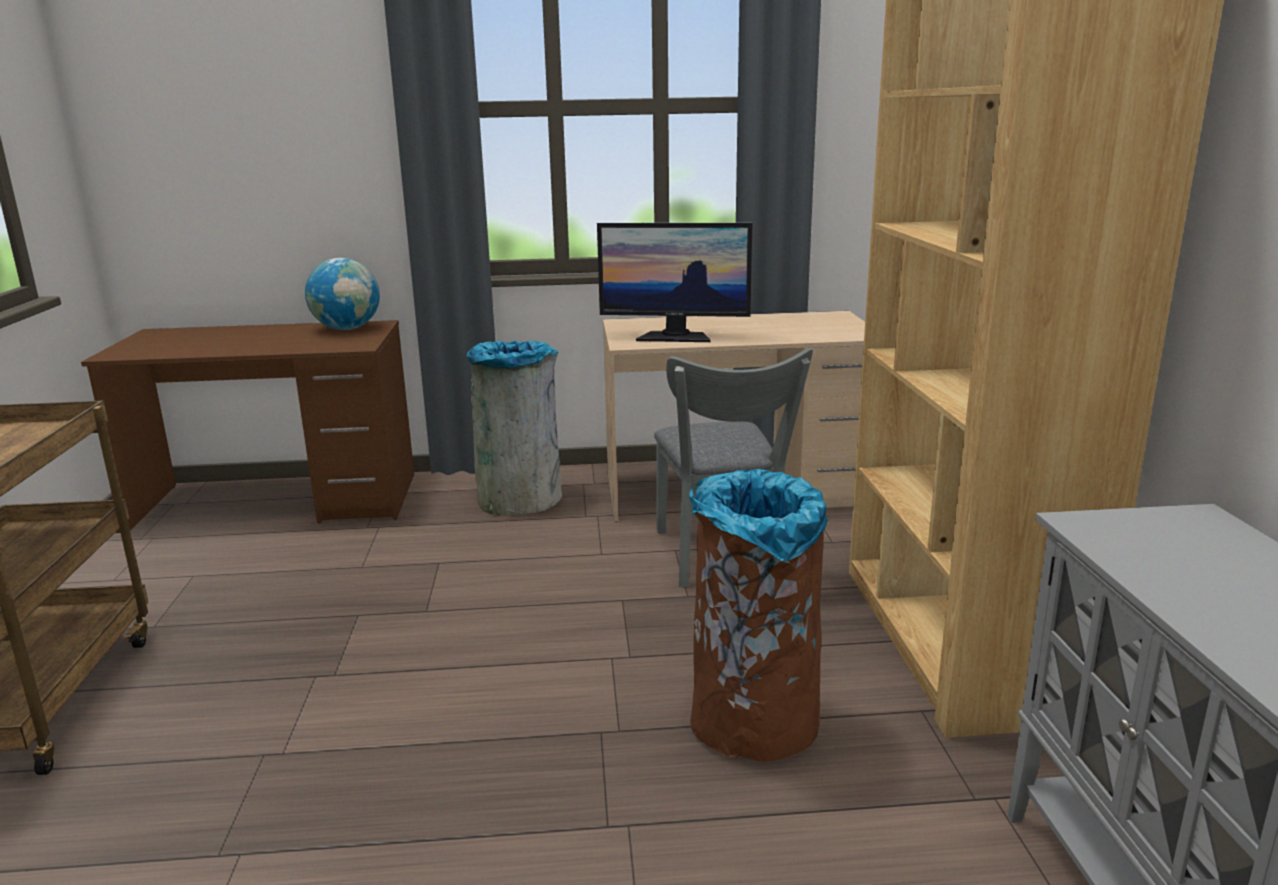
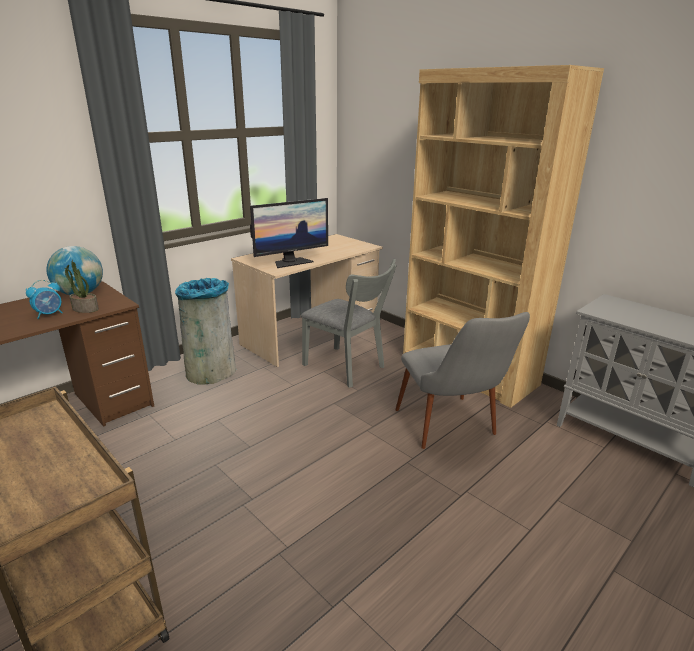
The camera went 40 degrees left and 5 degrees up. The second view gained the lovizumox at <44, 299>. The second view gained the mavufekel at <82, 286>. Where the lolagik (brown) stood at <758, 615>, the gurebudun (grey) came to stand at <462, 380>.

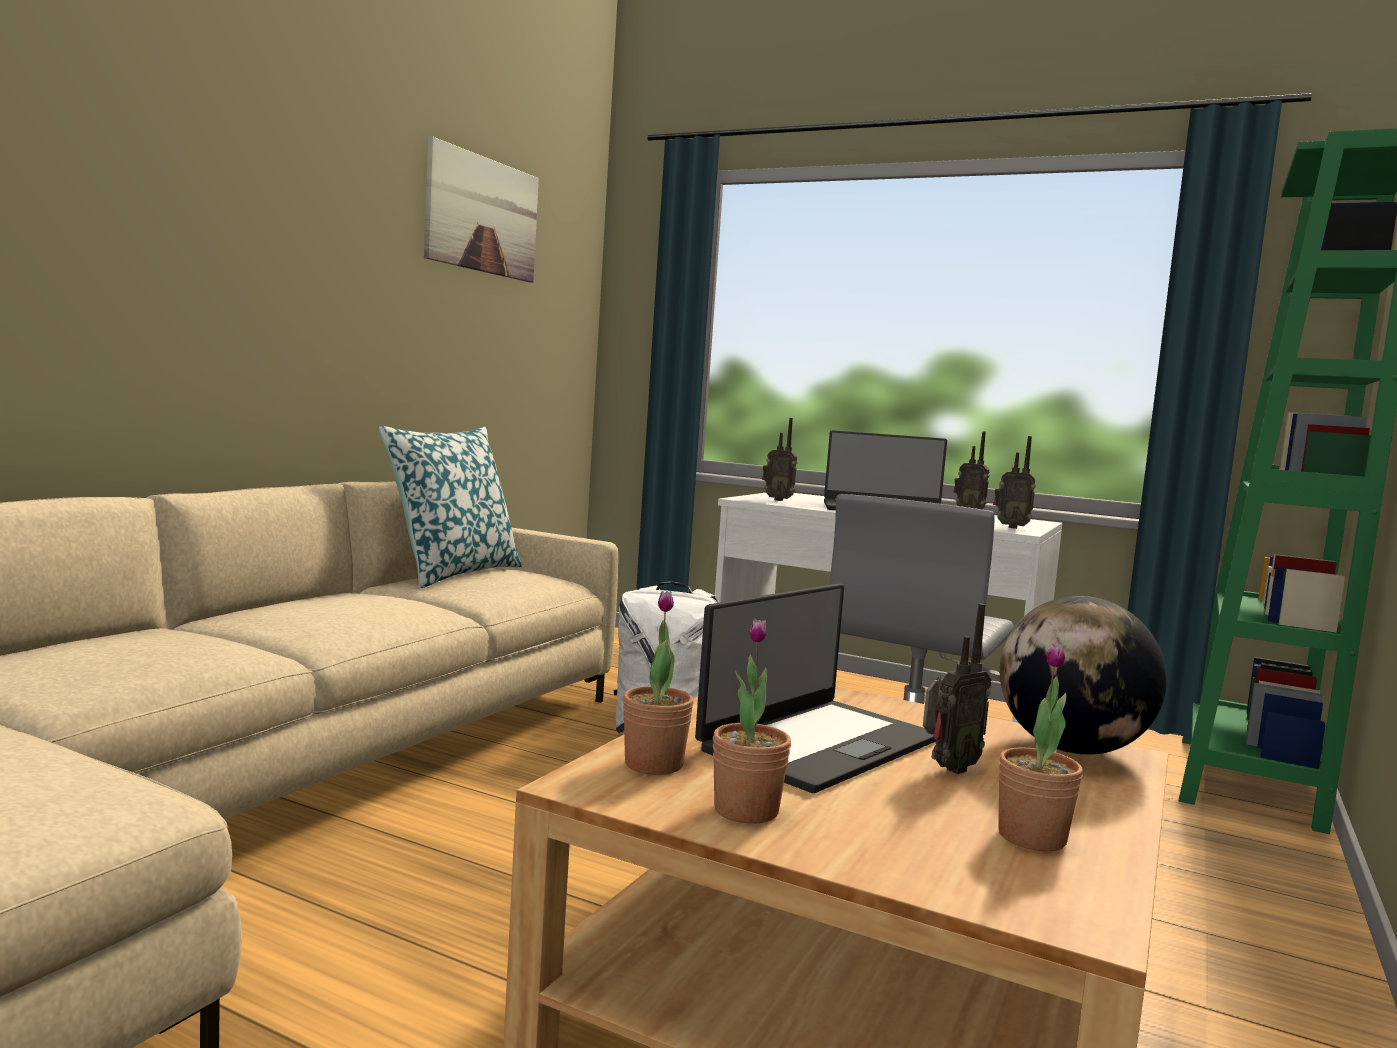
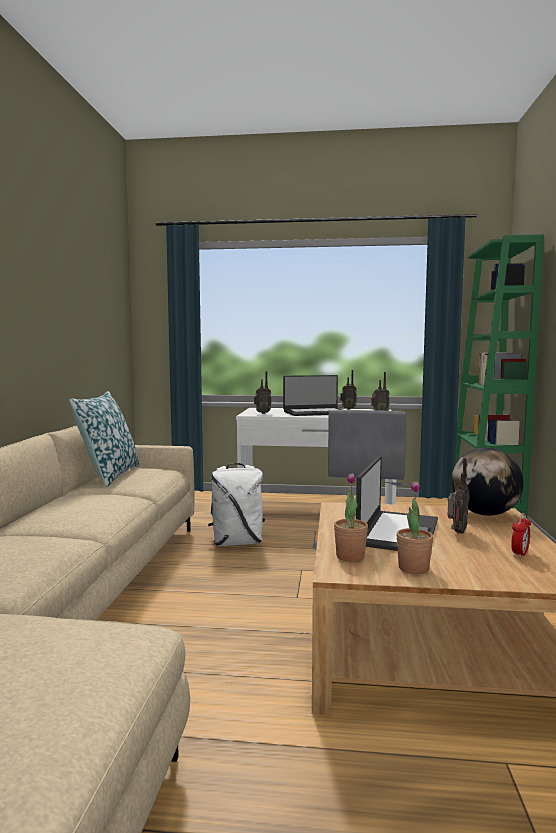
The camera went 20 degrees left and 0 degrees up. Where the mavufekel stood at <1040, 747>, the lovizumox came to stand at <521, 535>. The second view lost the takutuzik at <481, 209>.

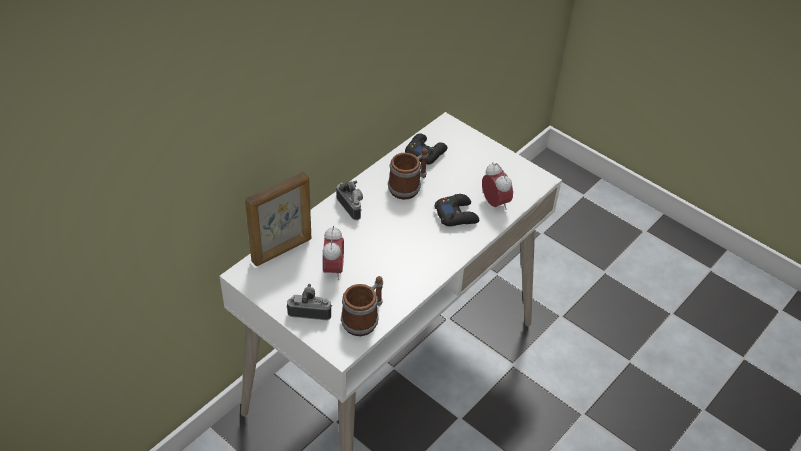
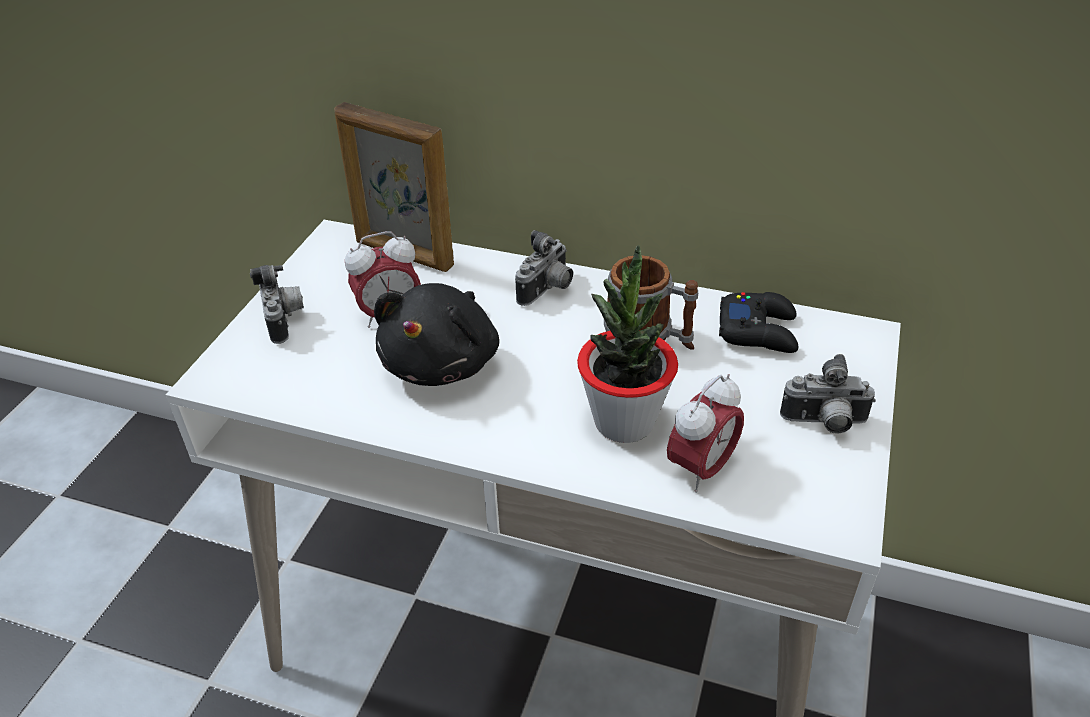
The camera went 70 degrees right and 5 degrees down. The second view gained the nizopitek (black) at <436, 334>. Where the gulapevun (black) stood at <457, 210>, the mavufekel came to stand at <627, 344>. The second view gained the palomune at <828, 394>. The second view lost the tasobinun at <362, 306>.

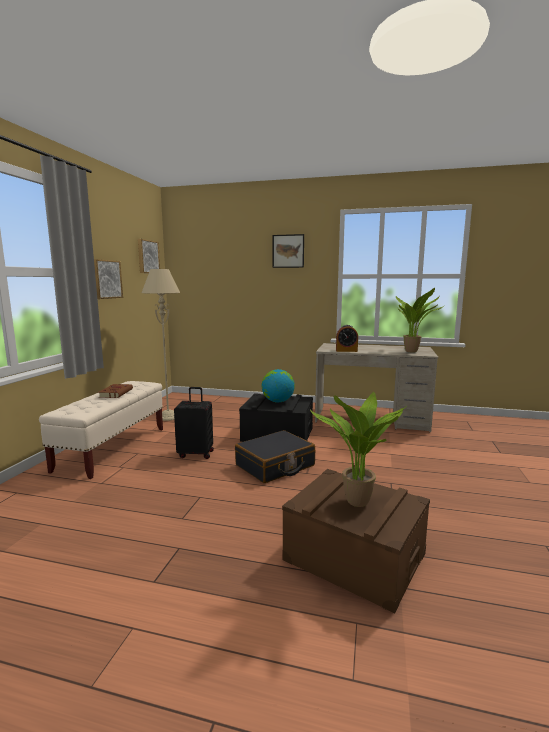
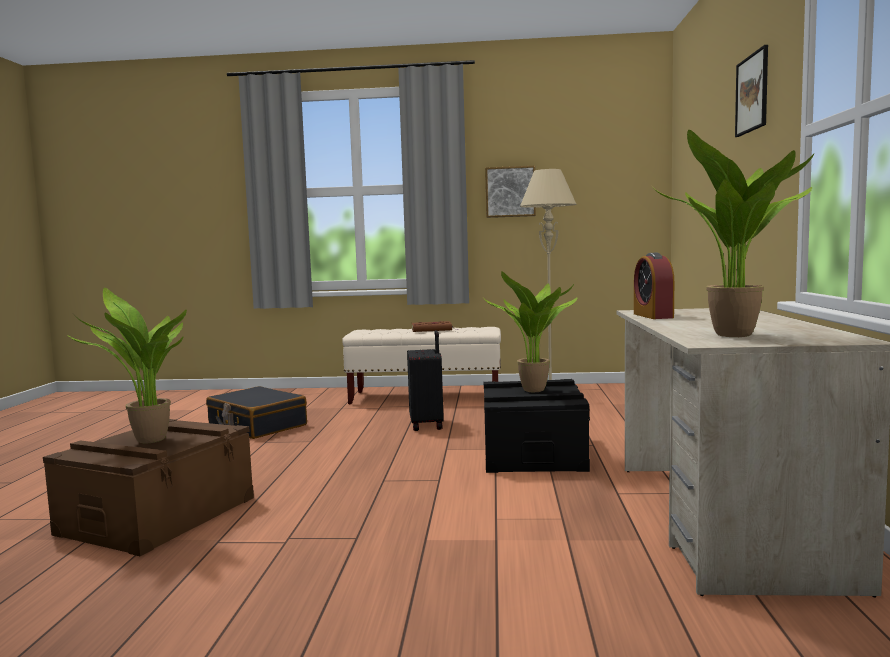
The camera went 80 degrees right and 5 degrees down. The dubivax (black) ended up elsewhere, having gone from <275, 456> to <256, 412>. Where the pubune stood at <278, 386>, the mavufekel came to stand at <530, 331>. The second view lost the takutuzik at <149, 256>.

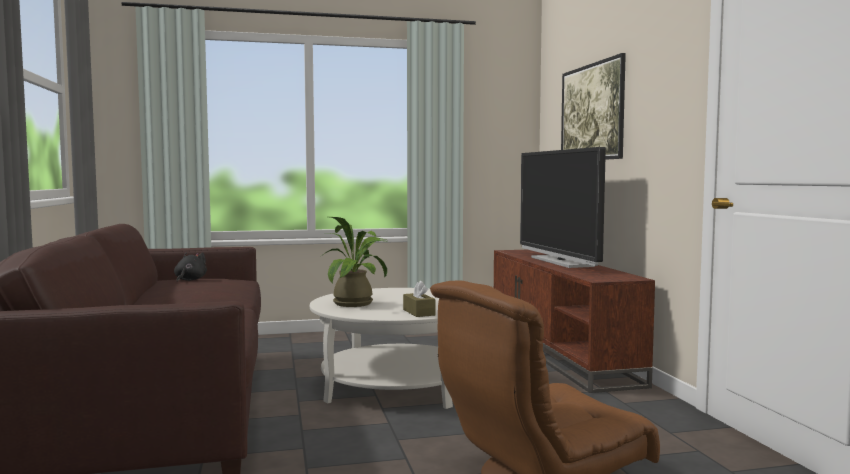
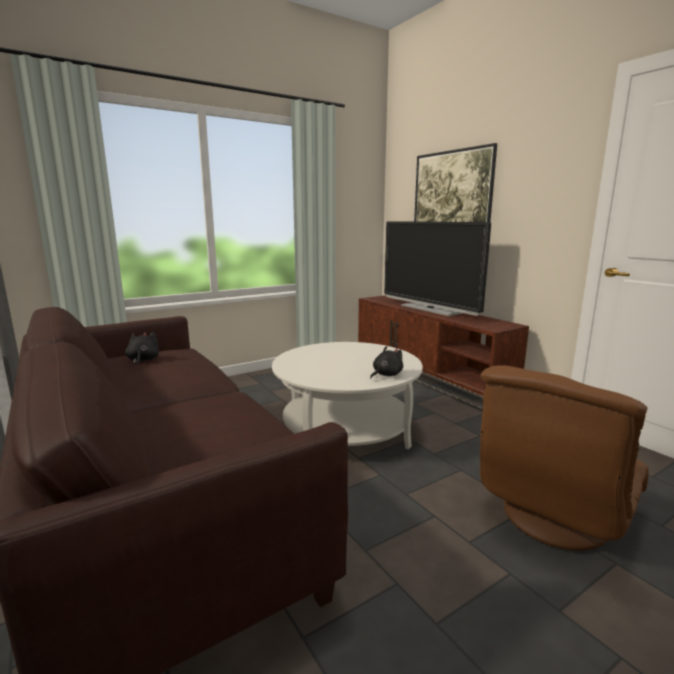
The camera went 20 degrees left and 10 degrees up. Where the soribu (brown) stood at <419, 299>, the nizopitek (black) came to stand at <386, 362>. The second view lost the mavufekel at <353, 262>.

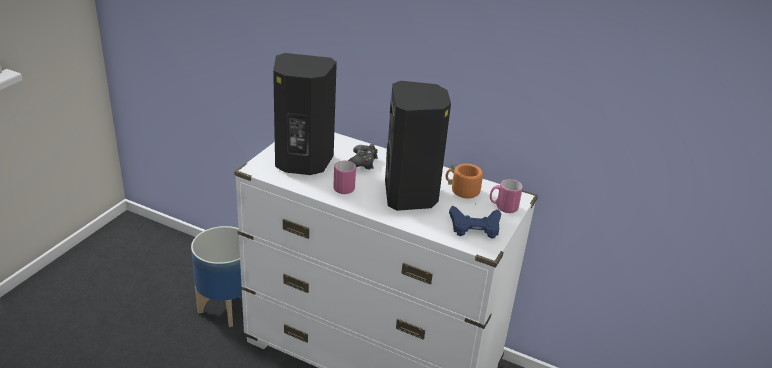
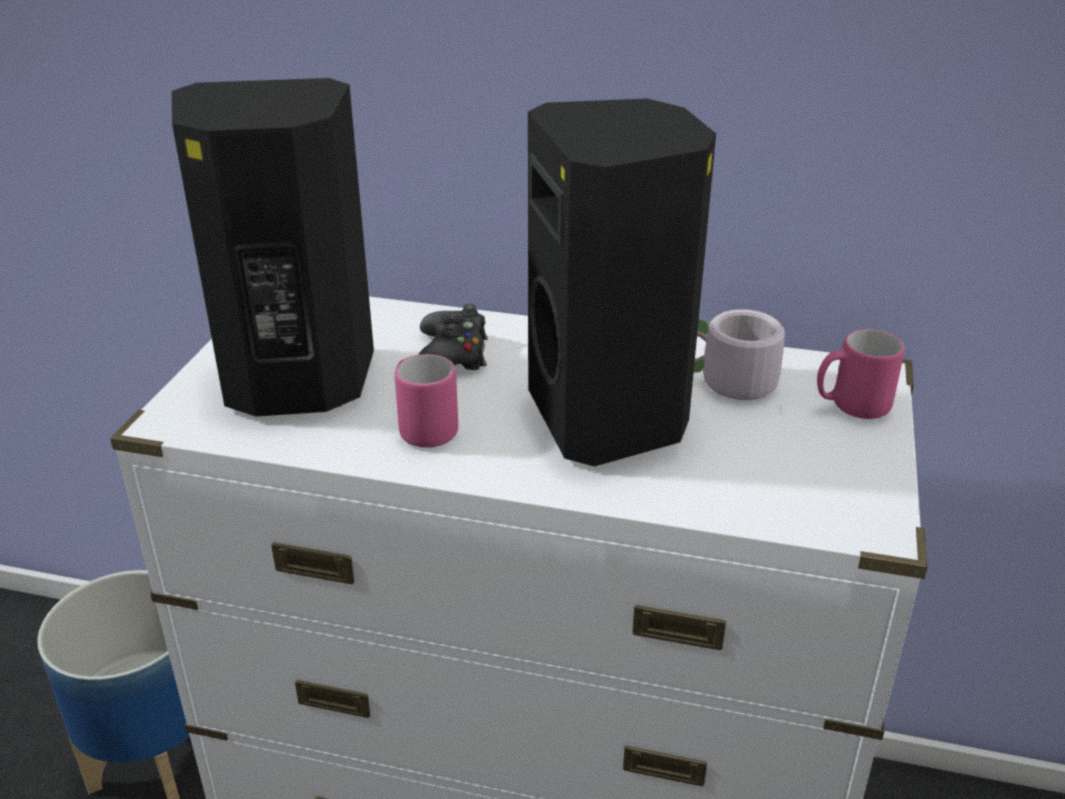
The camera went 10 degrees left and 0 degrees up. What was the tasobinun (orange) at <464, 183> turned into the tasobinun (grey) at <739, 361>. The second view lost the gulapevun (blue) at <475, 222>.

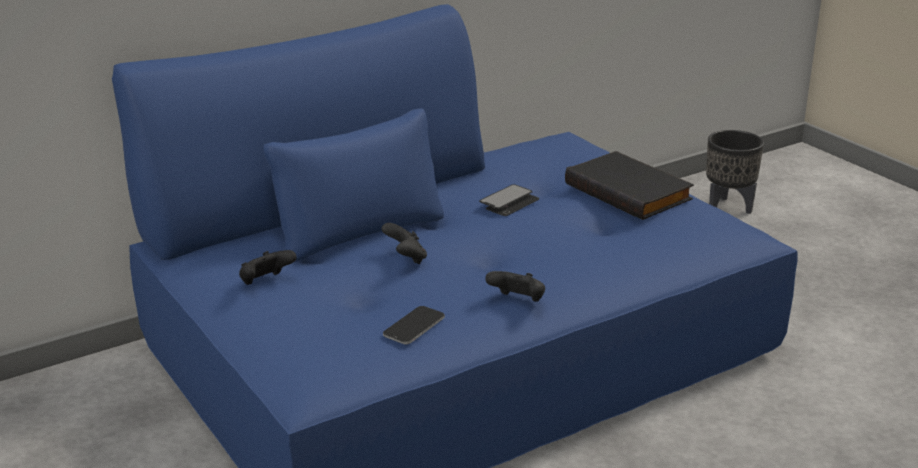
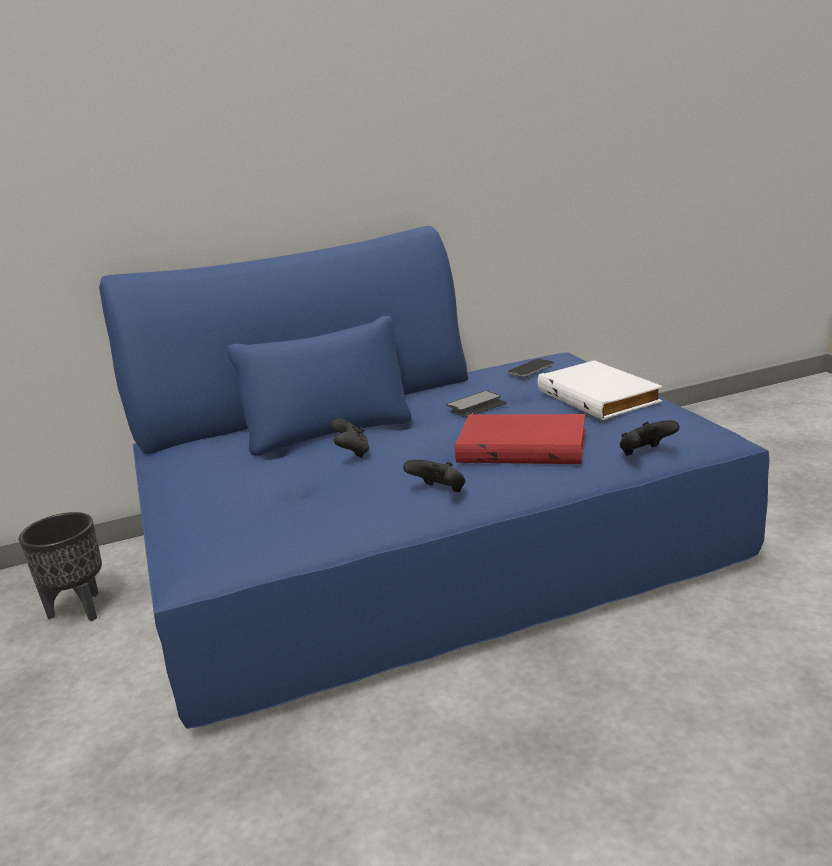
The camera went 15 degrees right and 5 degrees down. The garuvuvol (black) ended up elsewhere, having gone from <735, 172> to <60, 566>. The second view gained the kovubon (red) at <520, 439>. The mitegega ended up elsewhere, having gone from <414, 325> to <531, 368>. What was the kovubon (black) at <629, 185> turned into the kovubon (white) at <600, 390>. The gulapevun (black) ended up elsewhere, having gone from <267, 267> to <649, 438>.

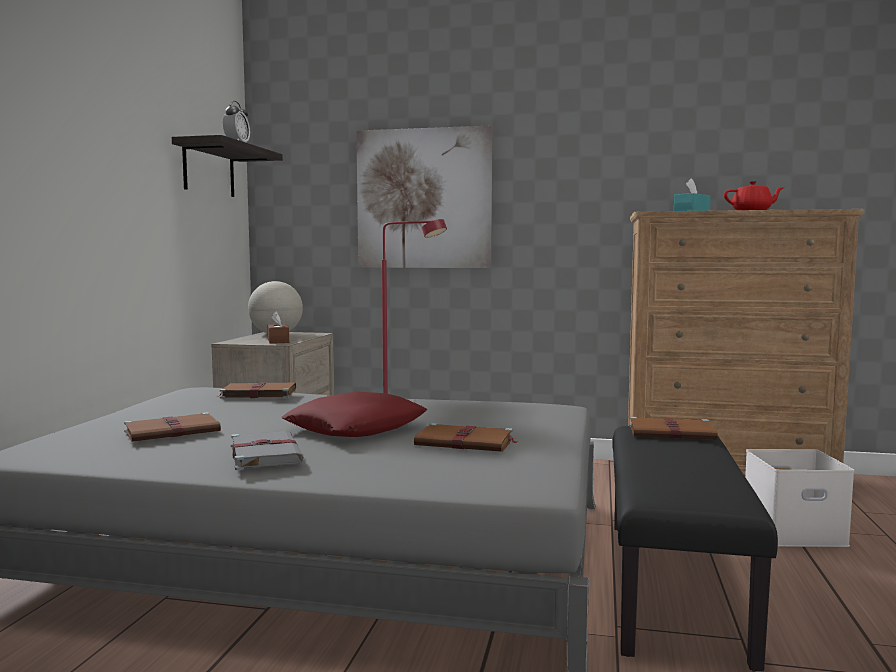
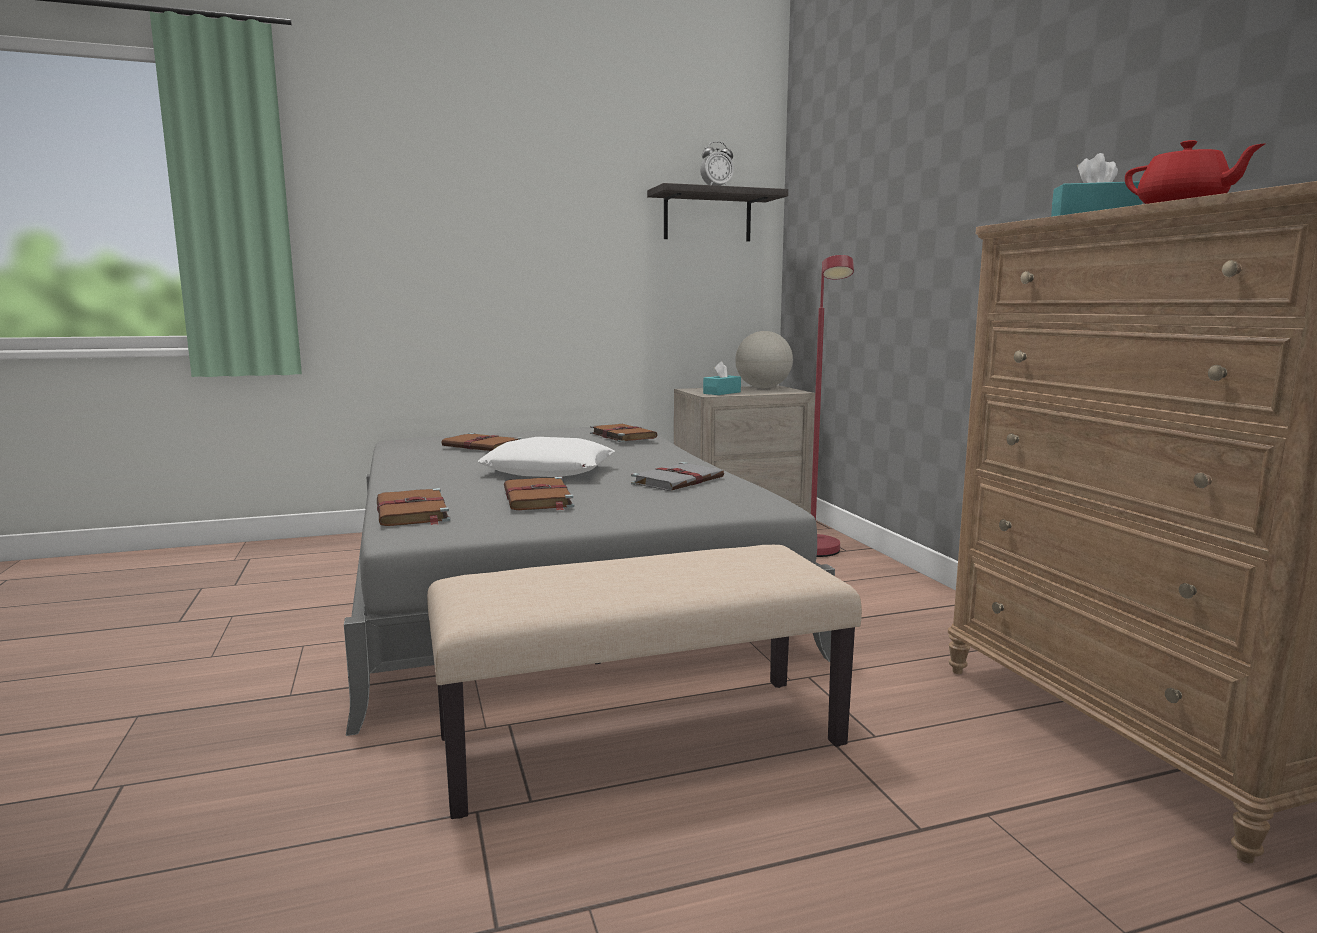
The camera went 60 degrees right and 5 degrees up. The kovubon (brown) ended up elsewhere, having gone from <674, 428> to <413, 507>. What was the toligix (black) at <695, 548> turned into the toligix (beige) at <644, 682>. What was the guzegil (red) at <354, 414> turned into the guzegil (white) at <546, 457>. The kovubon (grey) ended up elsewhere, having gone from <267, 450> to <677, 476>. What was the soribu (brown) at <278, 327> turned into the soribu (turquoise) at <722, 378>. The second view lost the takutuzik at <424, 197>. The second view lost the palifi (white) at <799, 498>.

